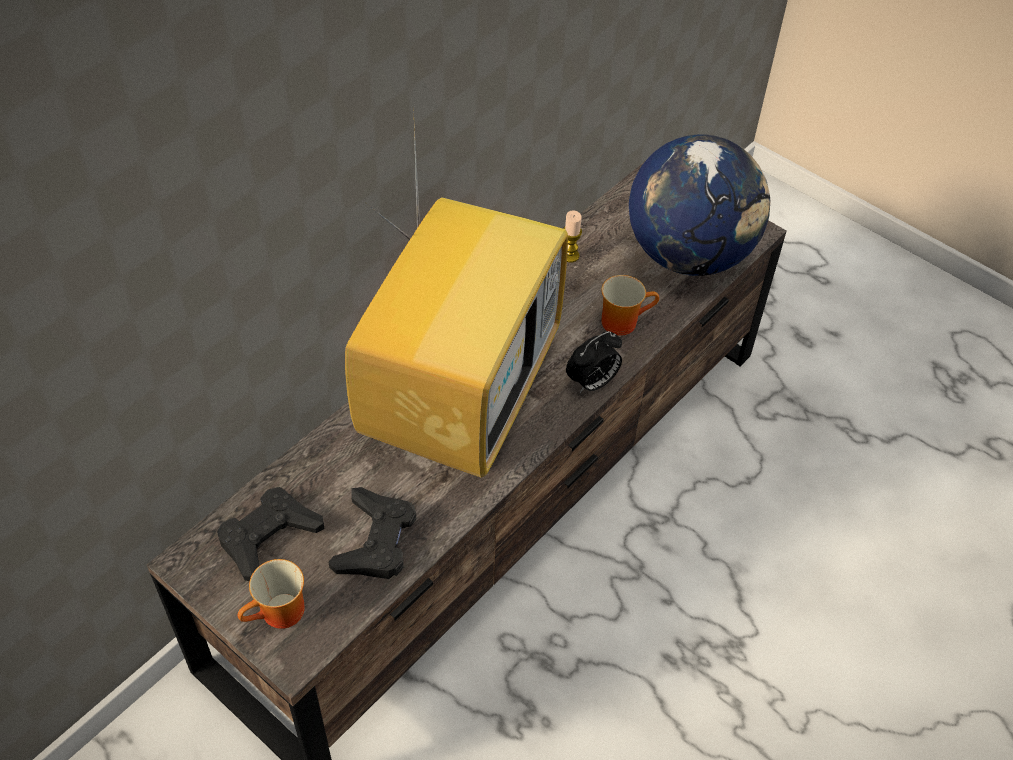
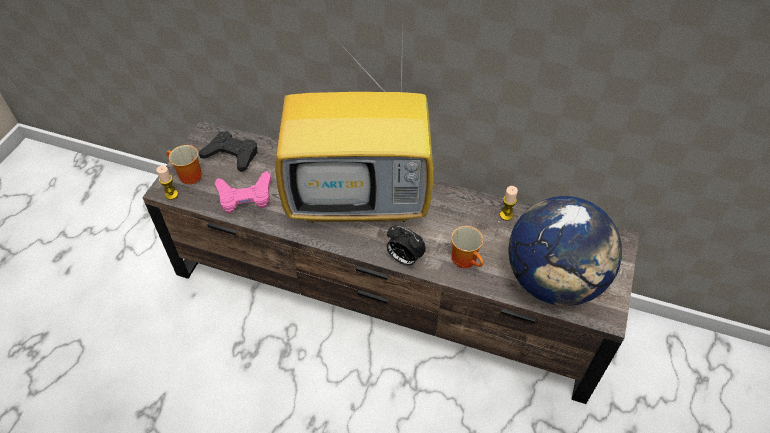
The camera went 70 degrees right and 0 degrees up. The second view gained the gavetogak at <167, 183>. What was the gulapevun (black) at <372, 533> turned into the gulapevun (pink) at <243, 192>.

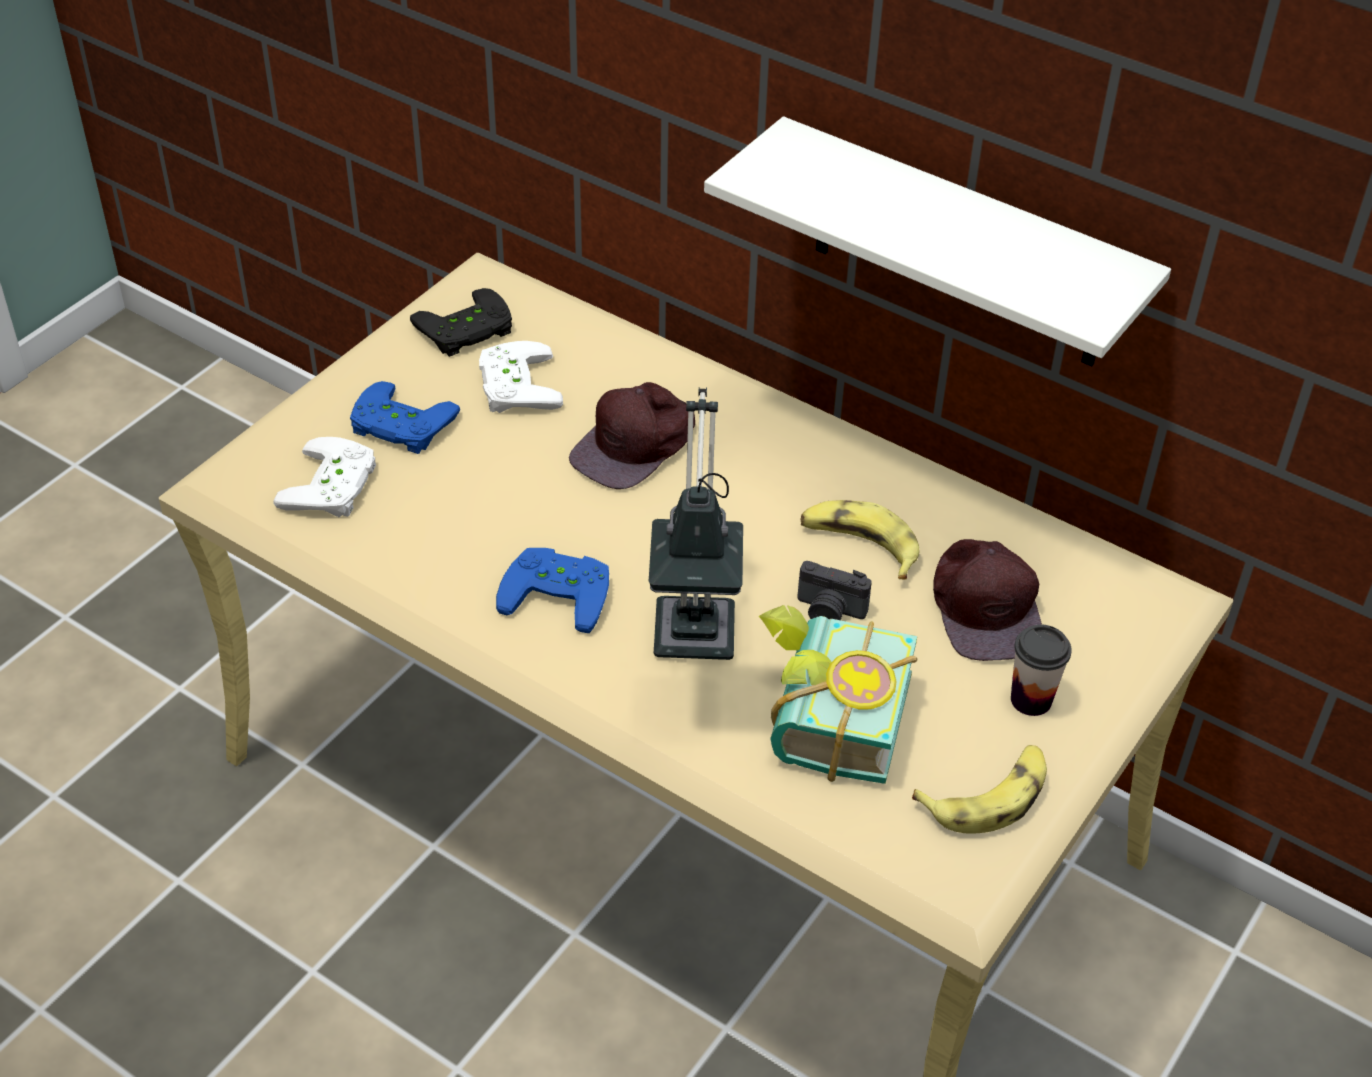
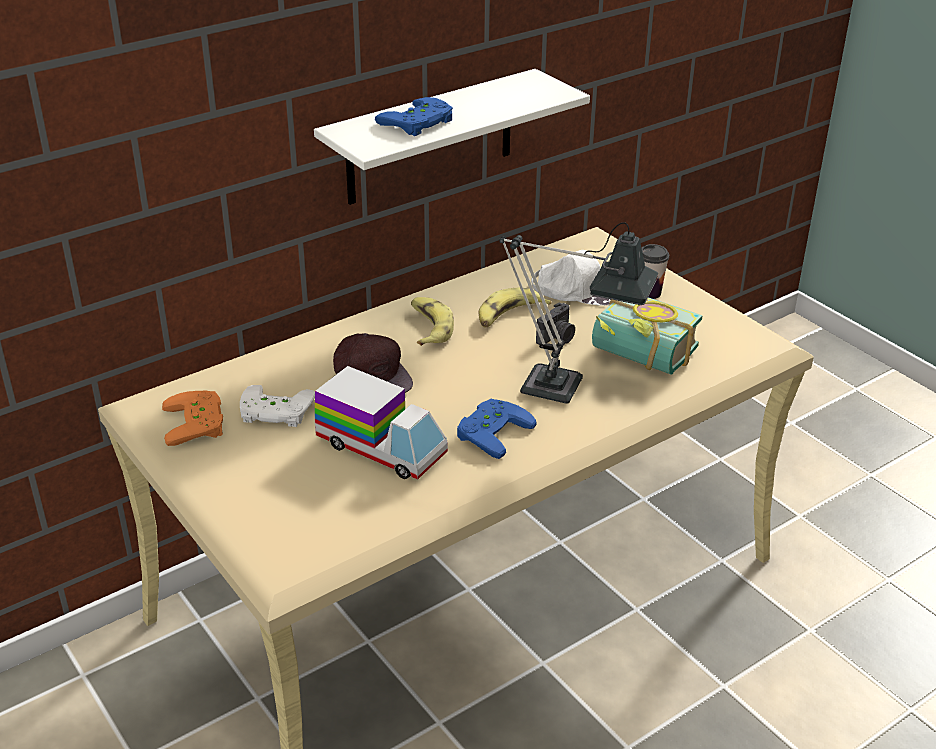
The camera went 70 degrees left and 10 degrees down. What was the gulapevun (black) at <461, 322> turned into the gulapevun (orange) at <192, 418>. The second view gained the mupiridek at <381, 423>. The gulapevun (blue) ended up elsewhere, having gone from <405, 417> to <414, 116>. The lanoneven ended up elsewhere, having gone from <979, 789> to <432, 321>. What was the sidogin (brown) at <987, 600> turned into the sidogin (white) at <571, 278>. The second view lost the gulapevun (white) at <324, 477>.

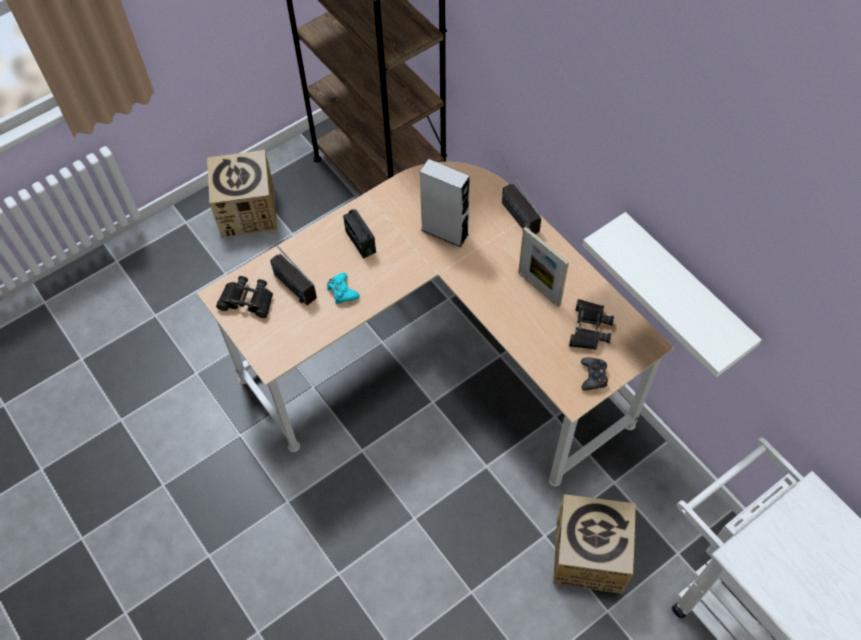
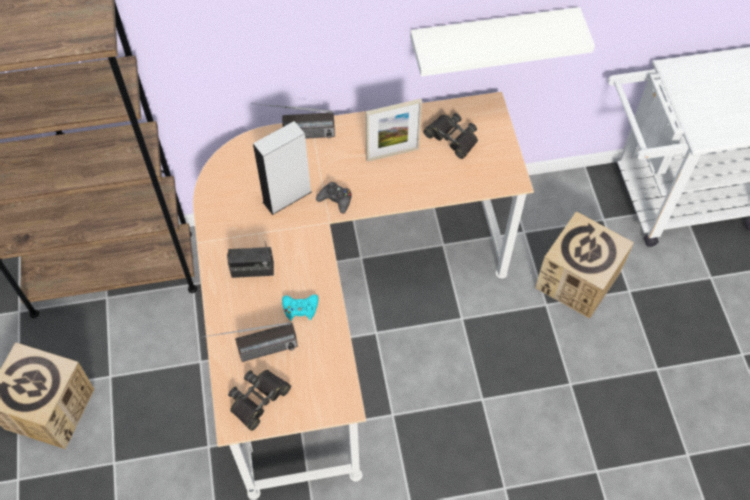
The camera went 65 degrees left and 0 degrees up. The gulapevun (black) ended up elsewhere, having gone from <594, 374> to <334, 198>.

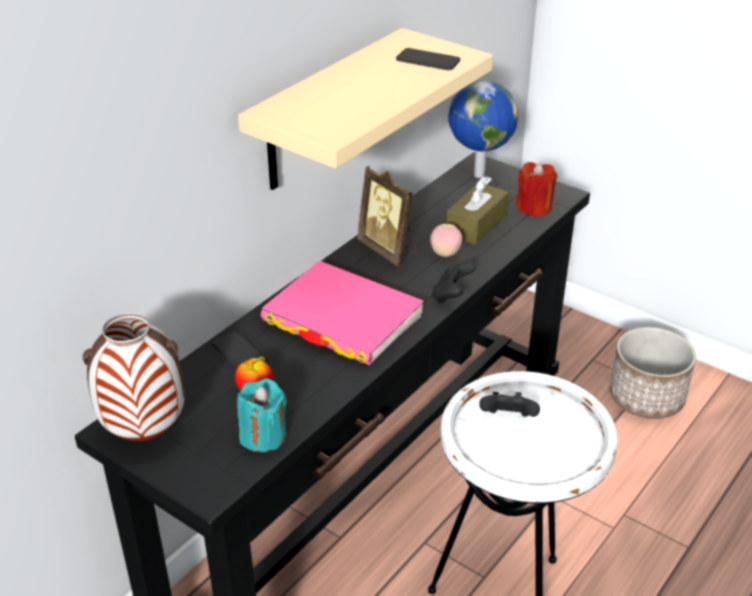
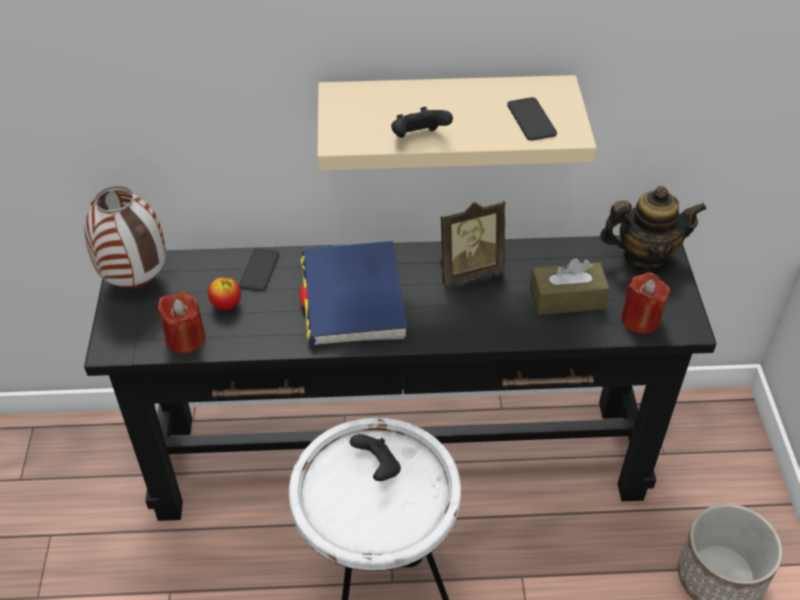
The camera went 50 degrees right and 10 degrees up. What was the gavetogak (turquoise) at <262, 415> turned into the gavetogak (red) at <181, 323>. What was the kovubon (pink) at <342, 313> turned into the kovubon (blue) at <353, 293>. The gulapevun (black) ended up elsewhere, having gone from <454, 282> to <422, 122>. The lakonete at <387, 216> ended up facing another way, 120 degrees counterclockwise from before. Where the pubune stood at <483, 129>, the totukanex came to stand at <653, 228>. The second view lost the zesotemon at <446, 239>.

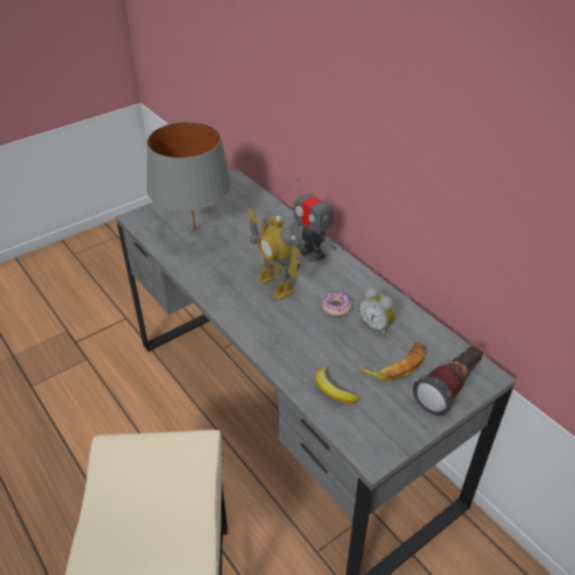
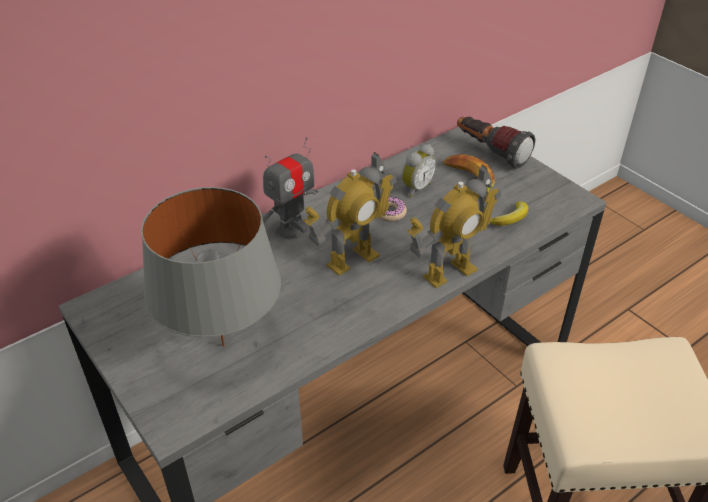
The camera went 90 degrees left and 0 degrees up. The second view gained the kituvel at <454, 226>.

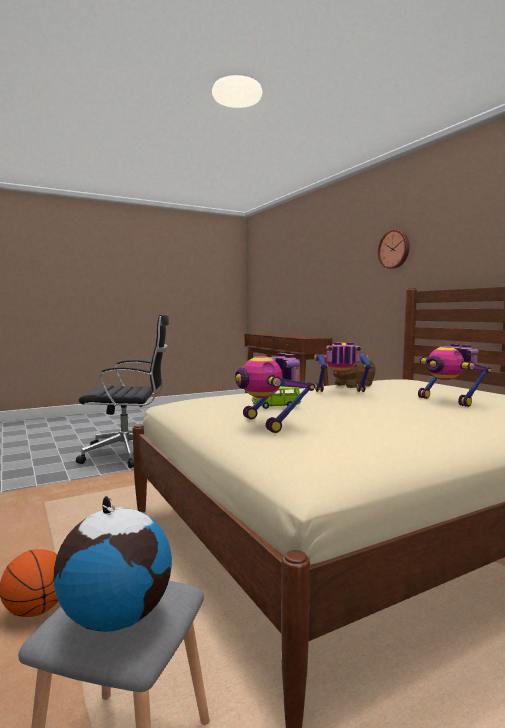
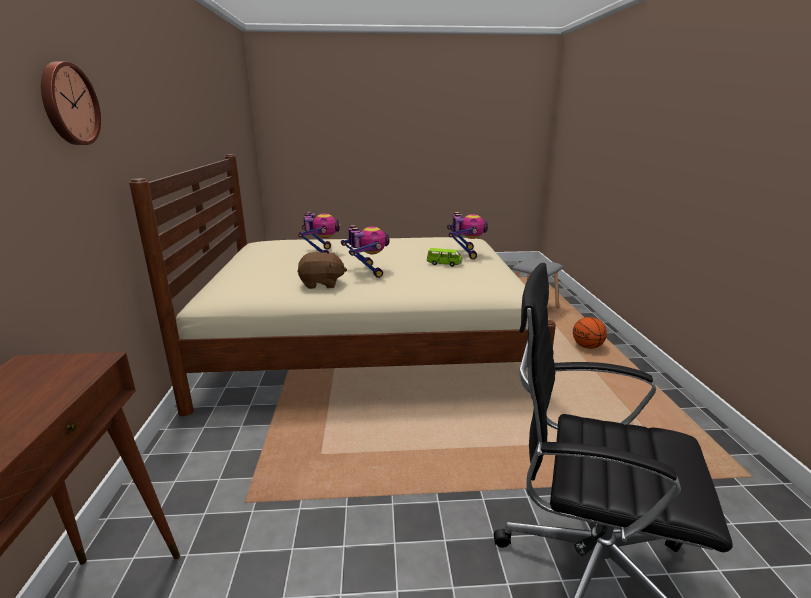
The camera went 155 degrees left and 15 degrees up. The kituvel at <343, 367> ended up facing another way, 135 degrees counterclockwise from before. The second view lost the pubune at <112, 564>.

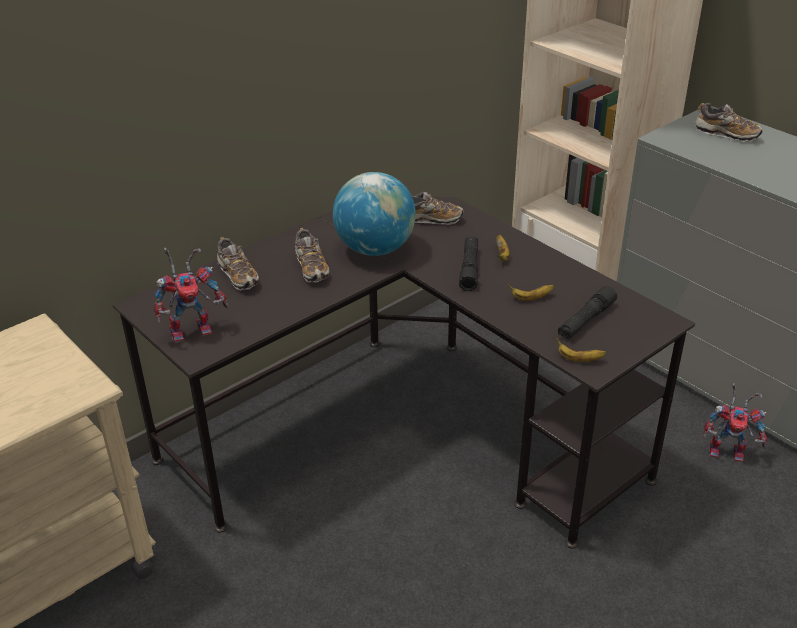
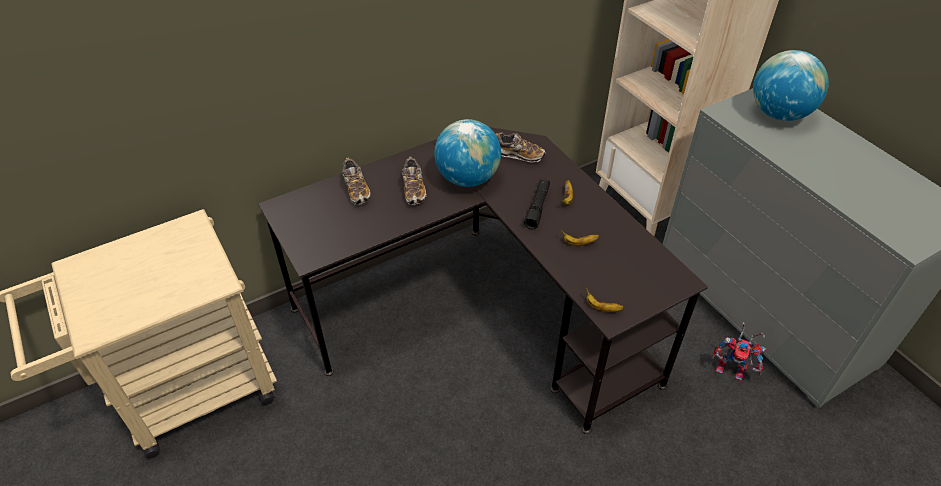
The camera went 10 degrees right and 10 degrees up. Where the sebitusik stood at <729, 122>, the pubune came to stand at <791, 85>. The second view lost the kituvel at <191, 295>. The second view lost the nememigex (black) at <587, 312>.

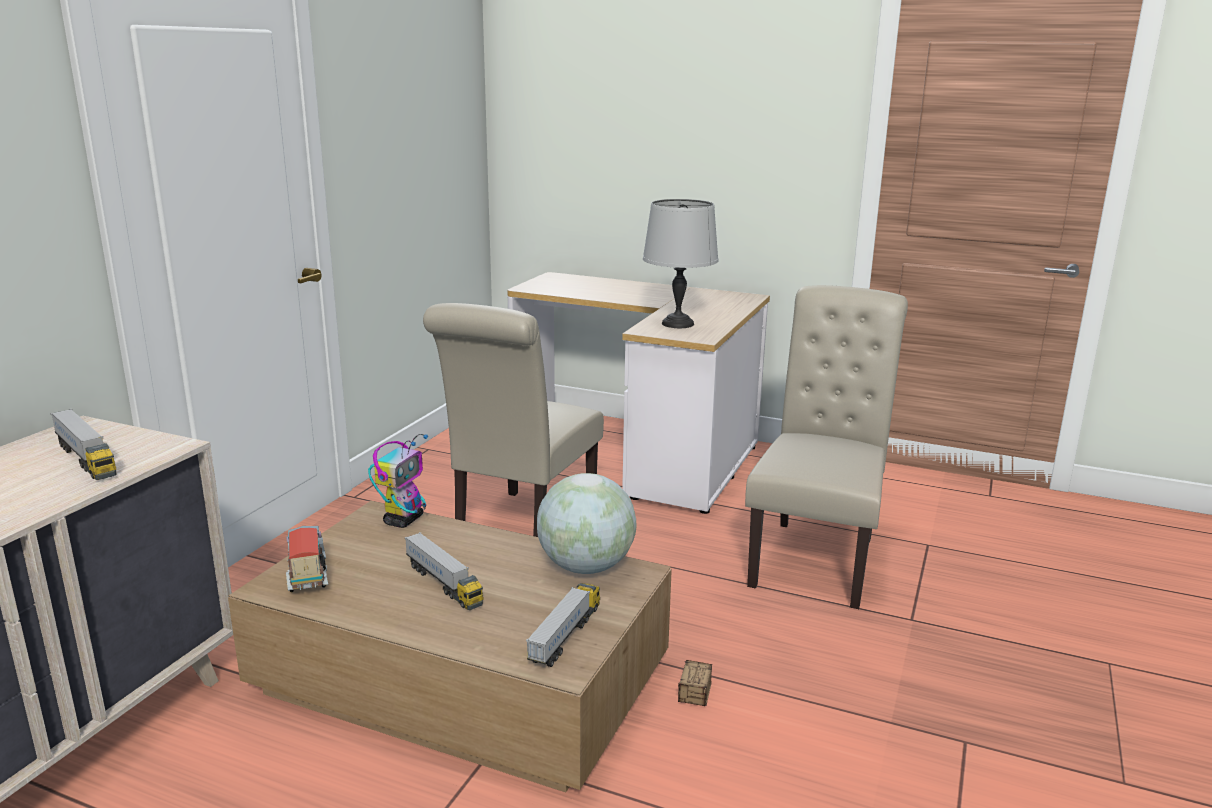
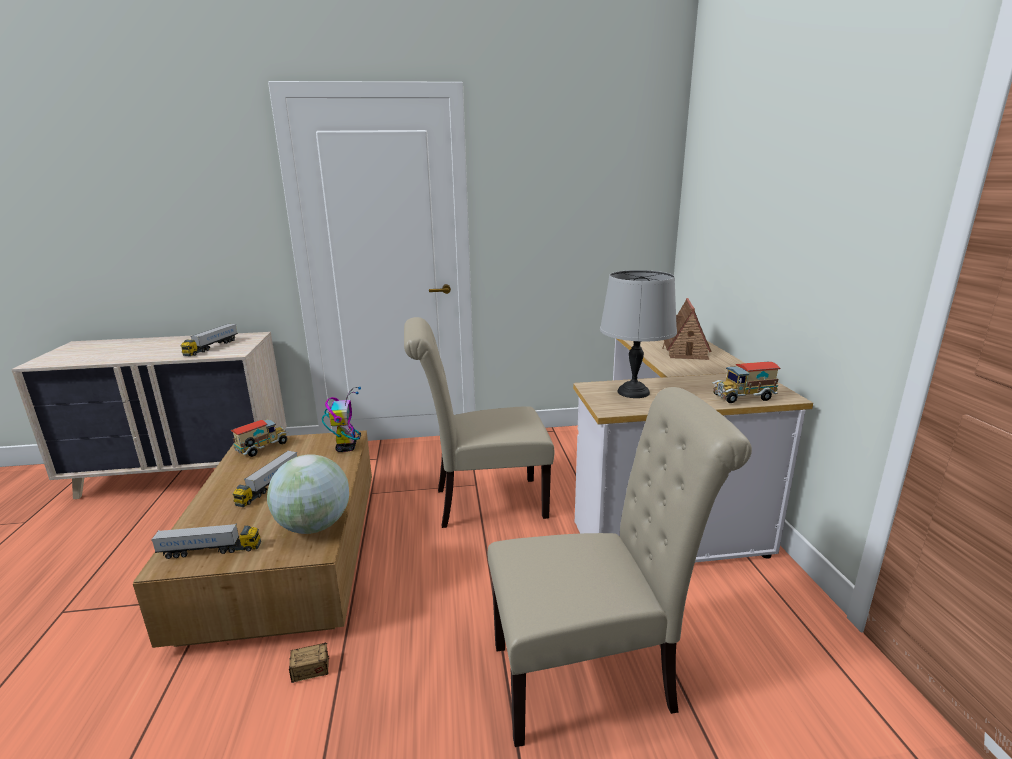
The camera went 60 degrees right and 0 degrees up. The kituvel at <398, 481> ended up facing another way, 90 degrees counterclockwise from before. The second view gained the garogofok at <687, 329>. The second view gained the mupiridek at <746, 382>.

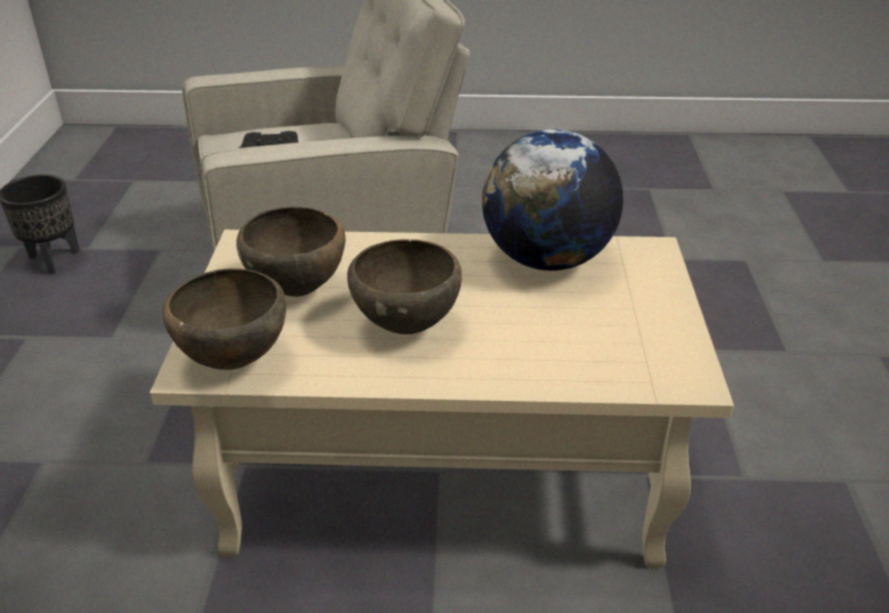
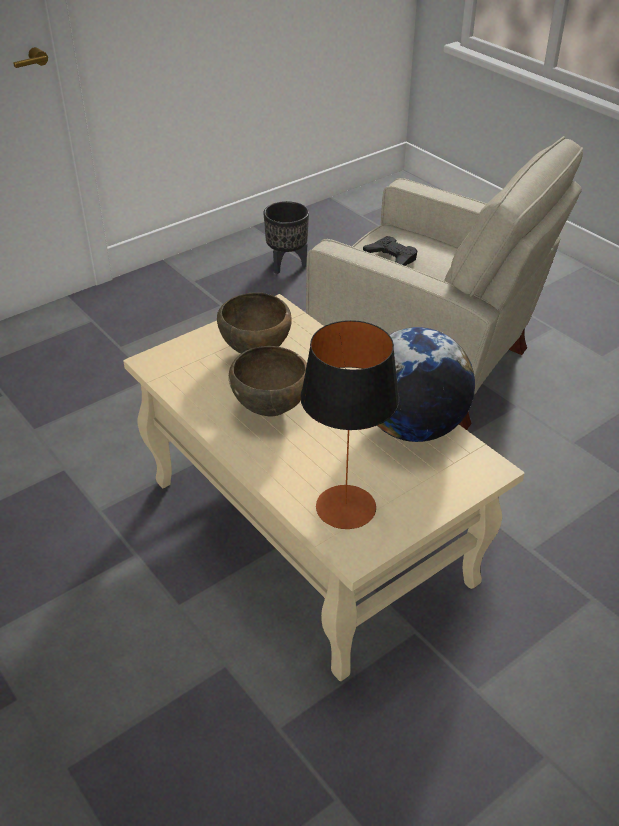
The camera went 50 degrees right and 5 degrees up. The second view gained the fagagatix at <349, 424>. The second view lost the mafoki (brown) at <224, 319>.

